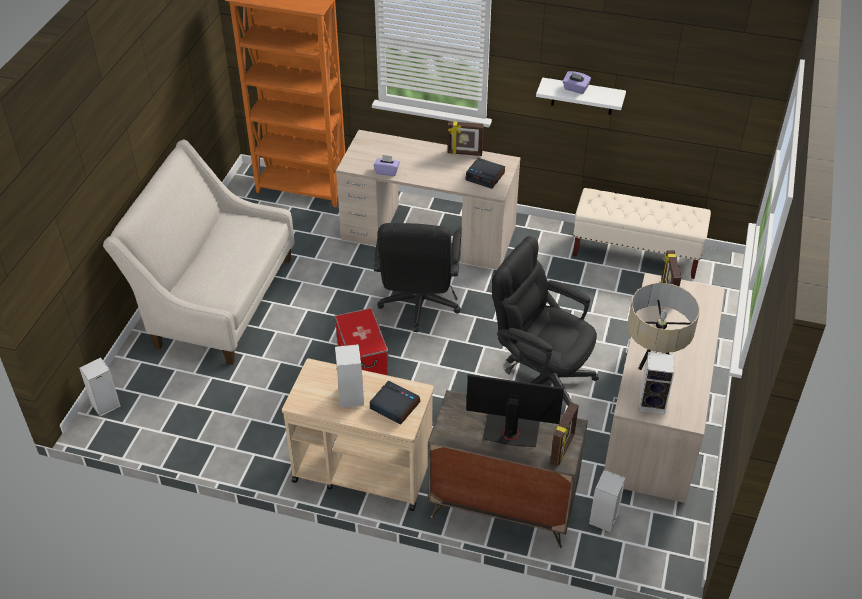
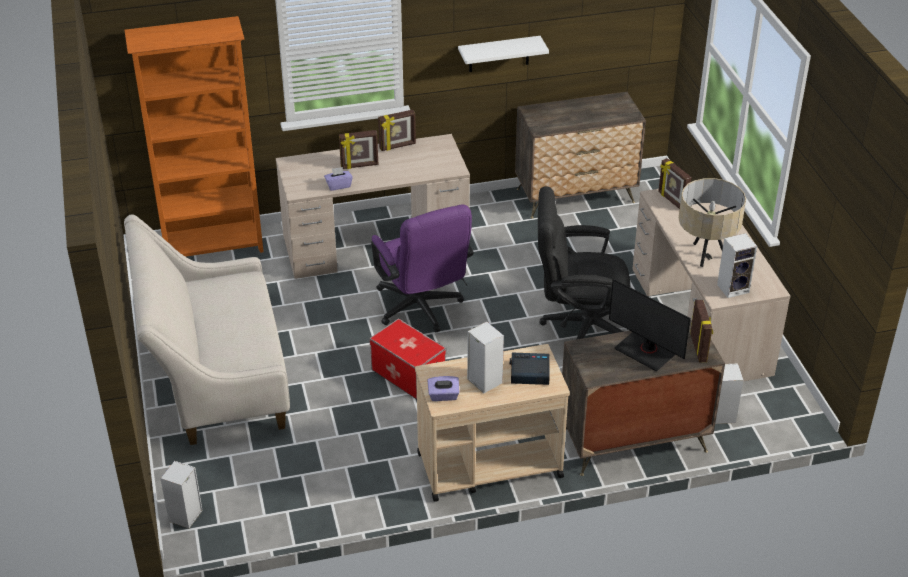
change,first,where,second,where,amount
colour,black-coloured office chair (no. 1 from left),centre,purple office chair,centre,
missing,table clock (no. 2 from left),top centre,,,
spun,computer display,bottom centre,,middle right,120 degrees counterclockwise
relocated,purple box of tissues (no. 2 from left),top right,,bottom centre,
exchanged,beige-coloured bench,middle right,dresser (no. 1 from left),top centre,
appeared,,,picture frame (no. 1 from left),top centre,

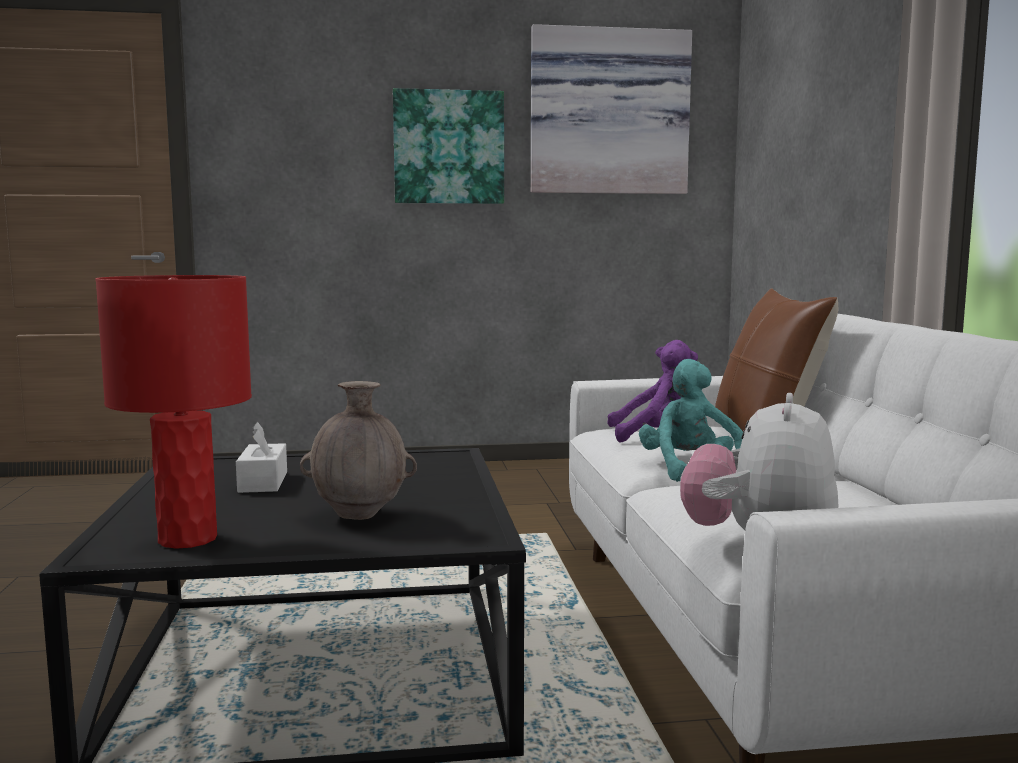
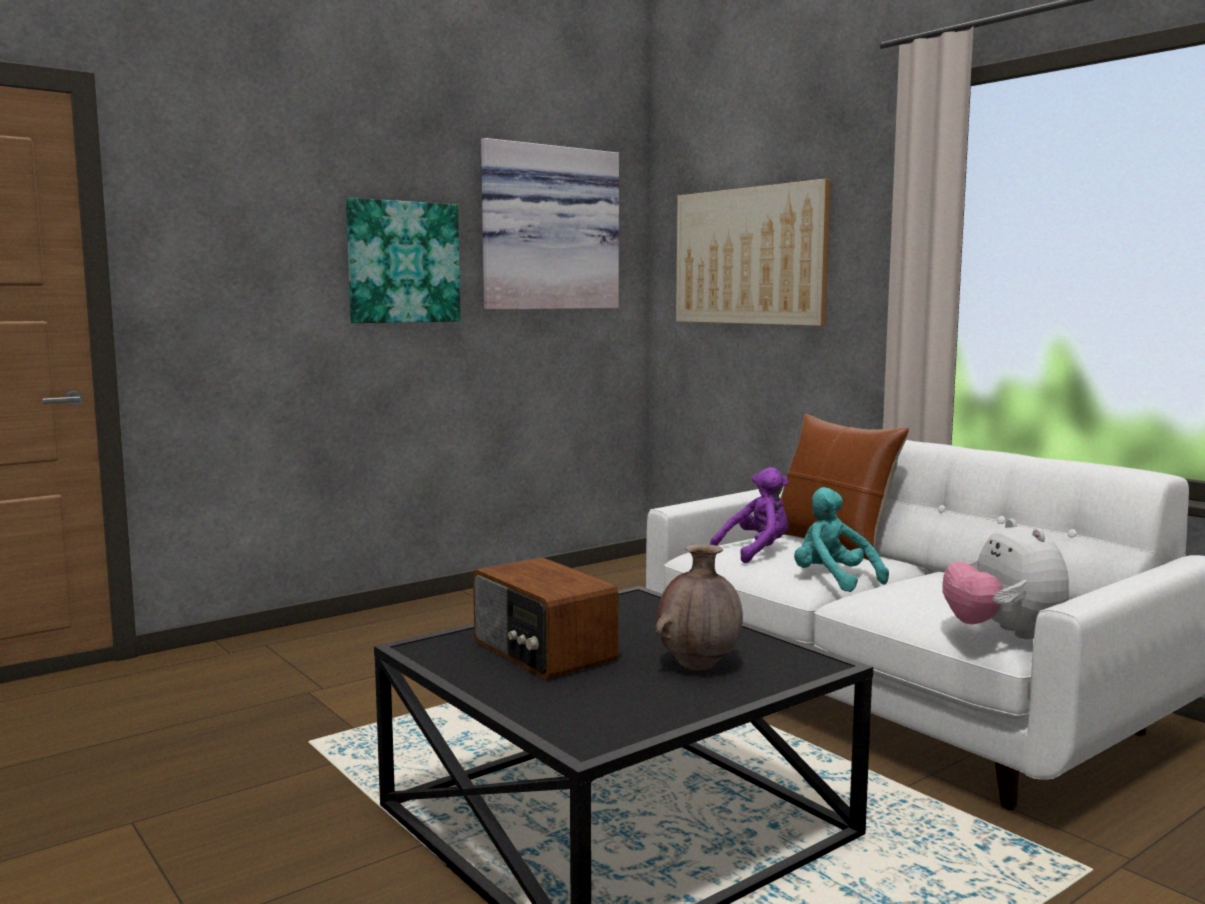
change,first,where,second,where,amount
missing,red lamp for a table,middle left,,,
exchanged,white box of tissues,middle left,radio,bottom centre,
appeared,,,picture (no. 3 from left),top centre,

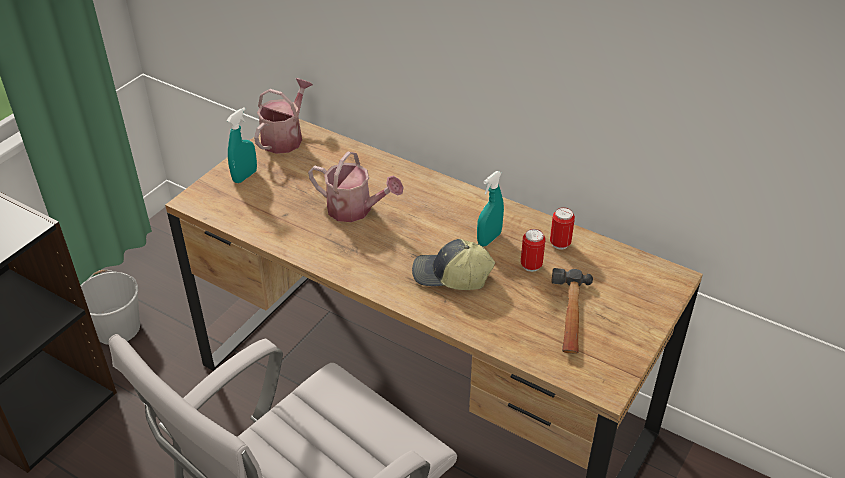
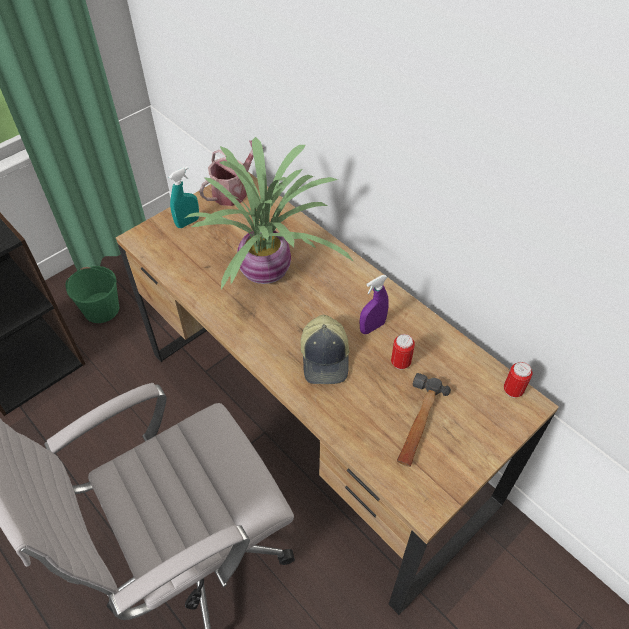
change,first,where,second,where,amount
colour,white pail,middle left,greenish pail,middle left,
exchanged,watering pot (no. 2 from left),centre,plant in a pot,centre,
spun,baseball cap,centre,,centre,120 degrees counterclockwise
colour,turquoise-coloured hand sprayer (no. 2 from left),centre,purple hand sprayer,centre,
relocated,sealed can (no. 2 from left),centre,,middle right,

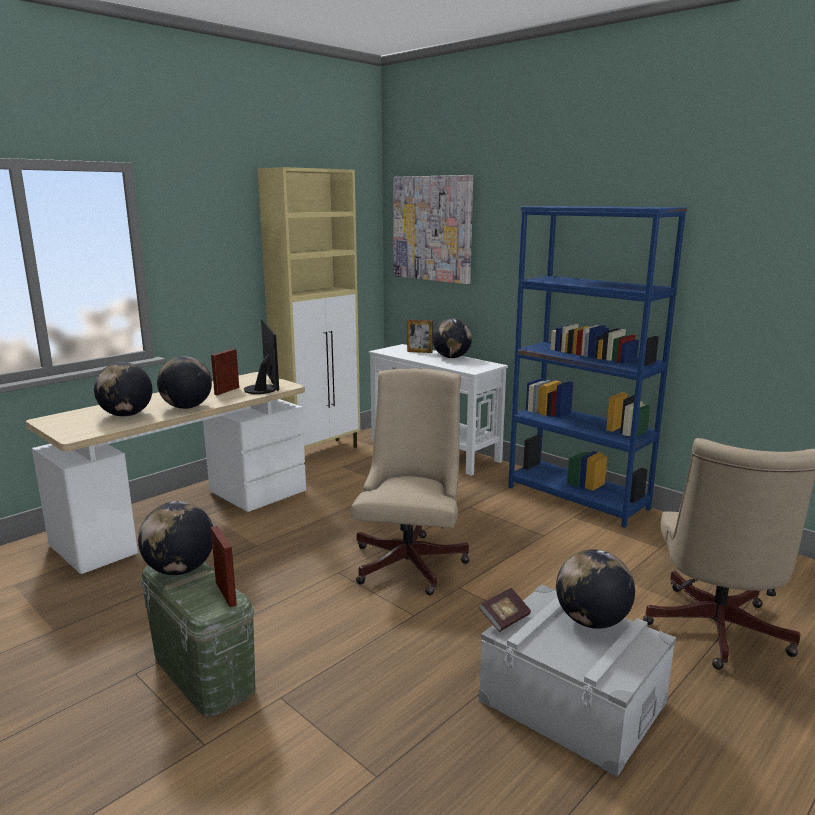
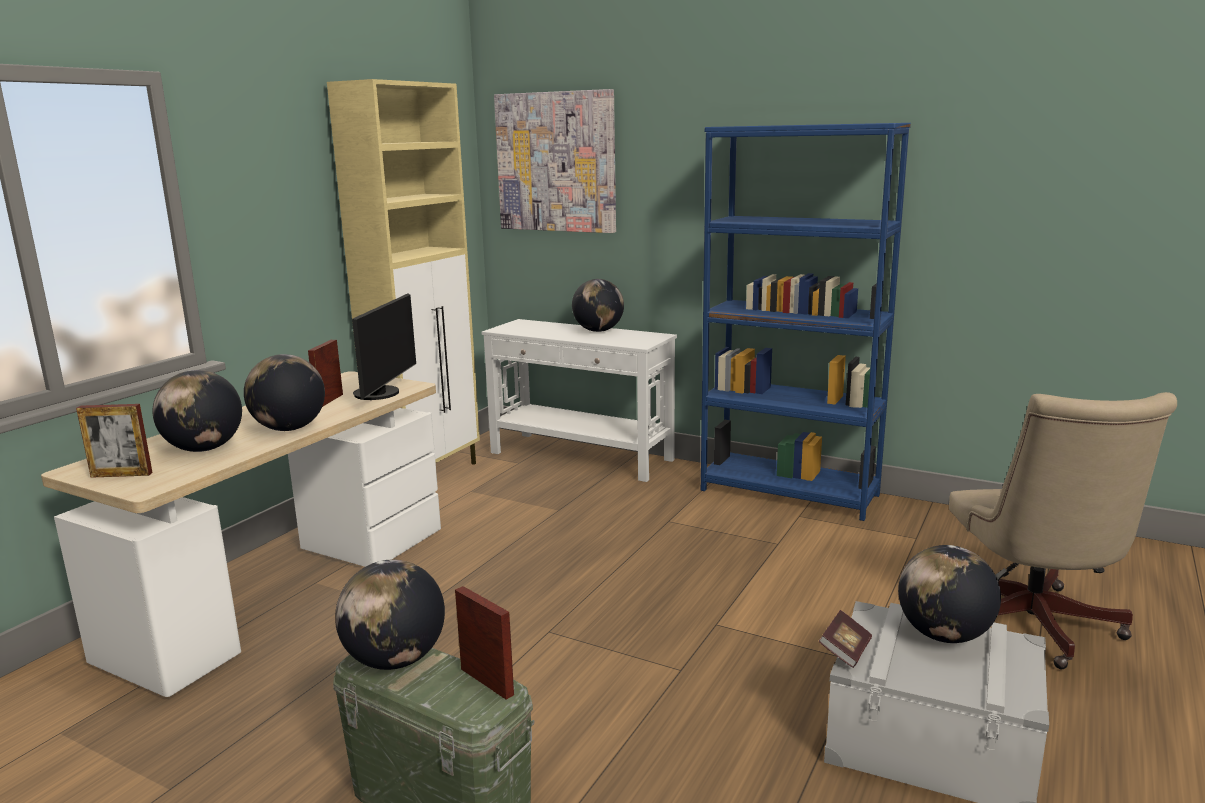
change,first,where,second,where,amount
spun,computer display,middle left,,middle left,45 degrees clockwise
missing,beige-coloured office chair (no. 1 from left),centre,,,
relocated,picture frame (no. 3 from left in the first image),centre,picture frame (no. 1 from left),middle left,

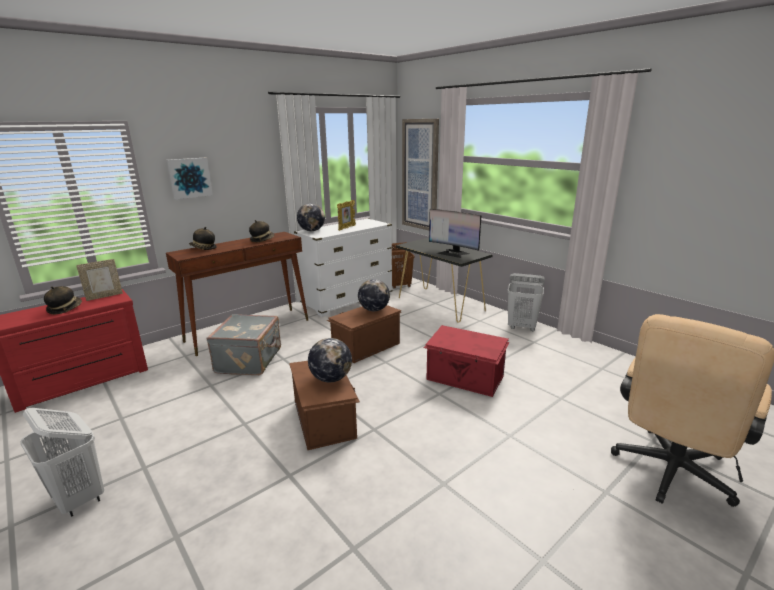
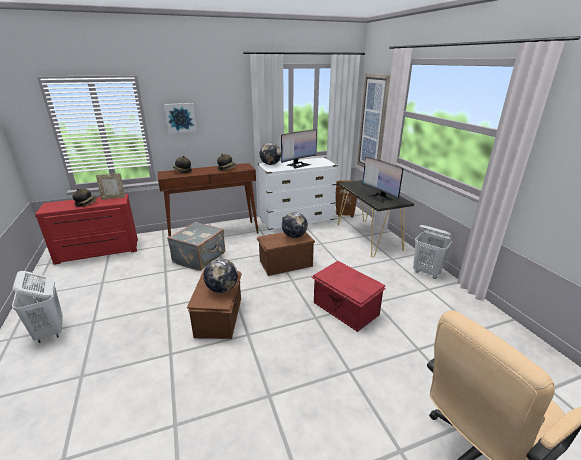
change,first,where,second,where,amount
exchanged,picture frame (no. 2 from left),centre,computer display (no. 1 from left),top centre,

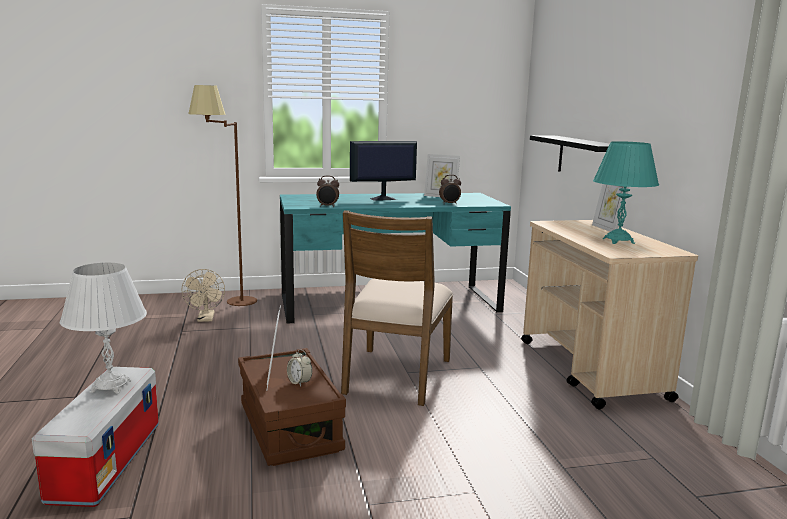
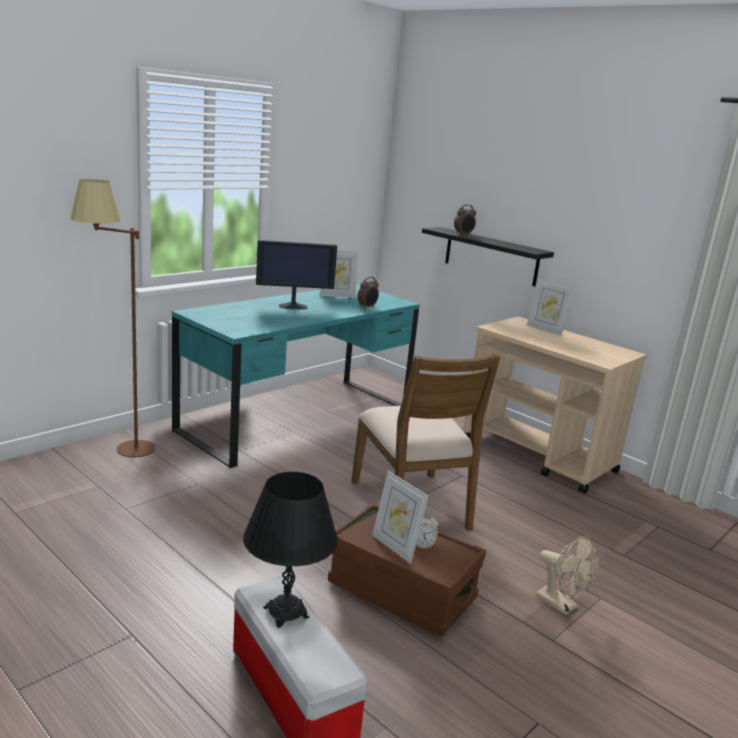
change,first,where,second,where,amount
colour,white lamp for a table,middle left,black-coloured lamp for a table,bottom centre,
relocated,beige-coloured fan,middle left,,bottom right,
relocated,table clock (no. 2 from left in the first image),centre,table clock (no. 3 from left),top centre,
spun,computer display,top centre,,centre,135 degrees counterclockwise
missing,turquoise-coloured lamp for a table,middle right,,,

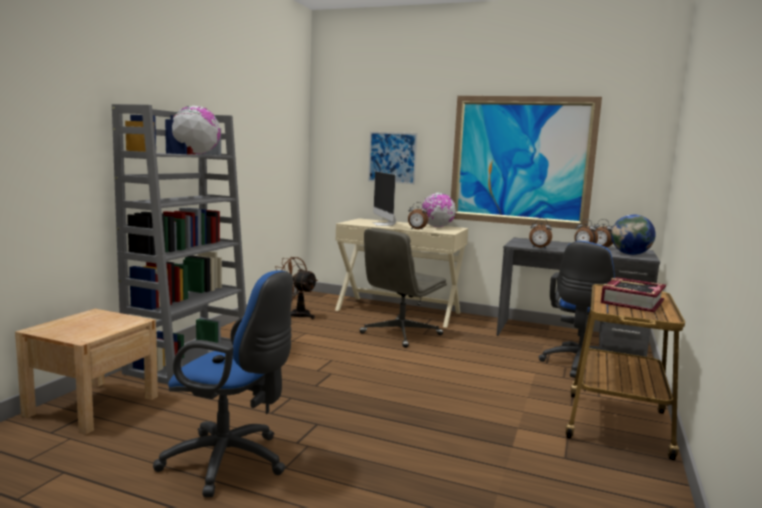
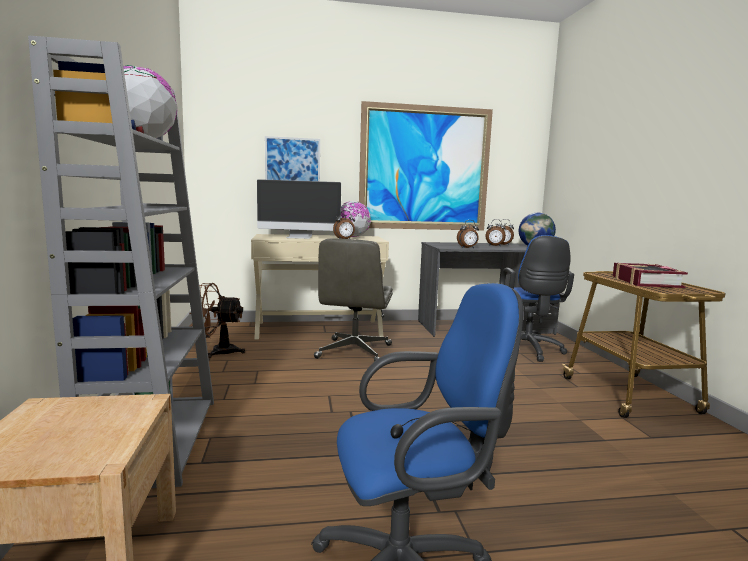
change,first,where,second,where,amount
spun,computer display,centre,,centre,45 degrees counterclockwise

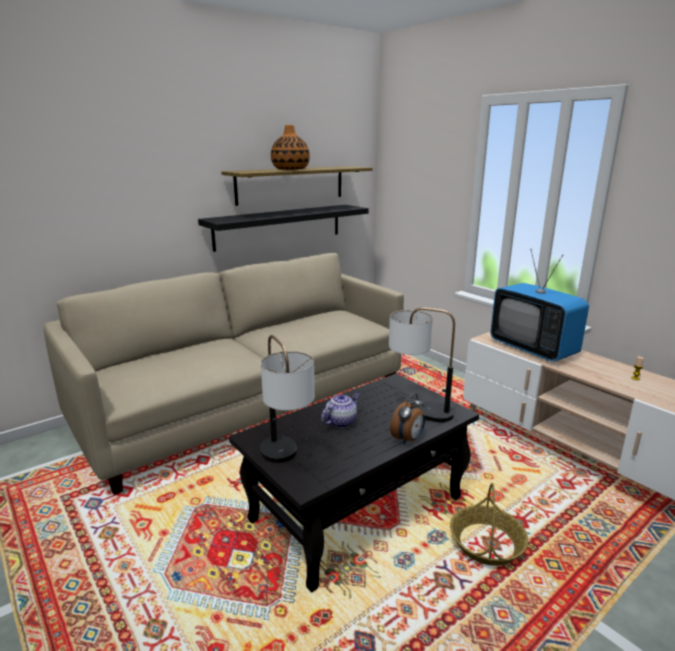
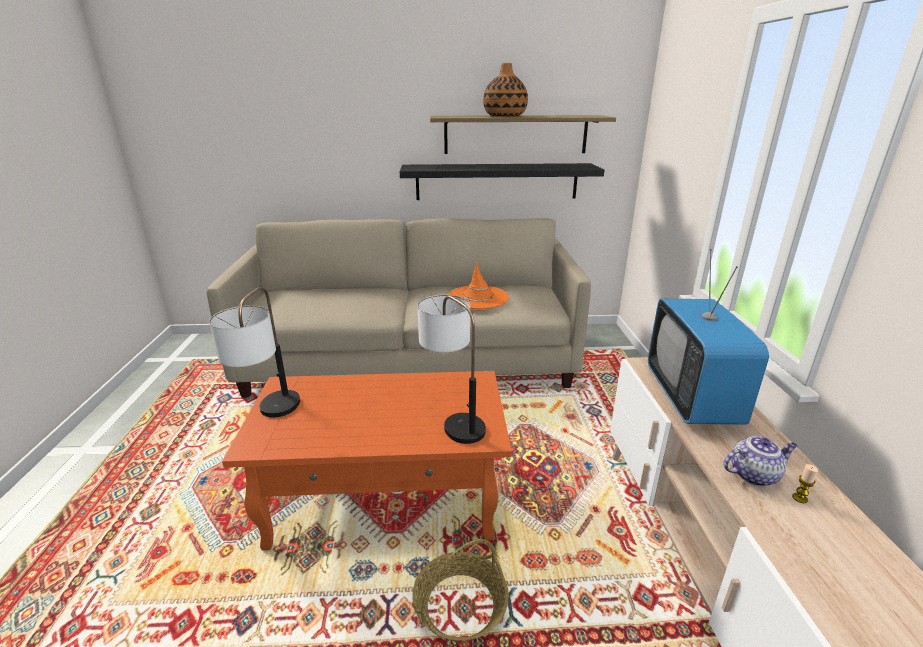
change,first,where,second,where,amount
colour,black-coloured low table,bottom centre,orangey low table,bottom centre,
relocated,tea pot,centre,,bottom right,
missing,table clock,centre,,,
appeared,,,orangey clothing hat,centre,

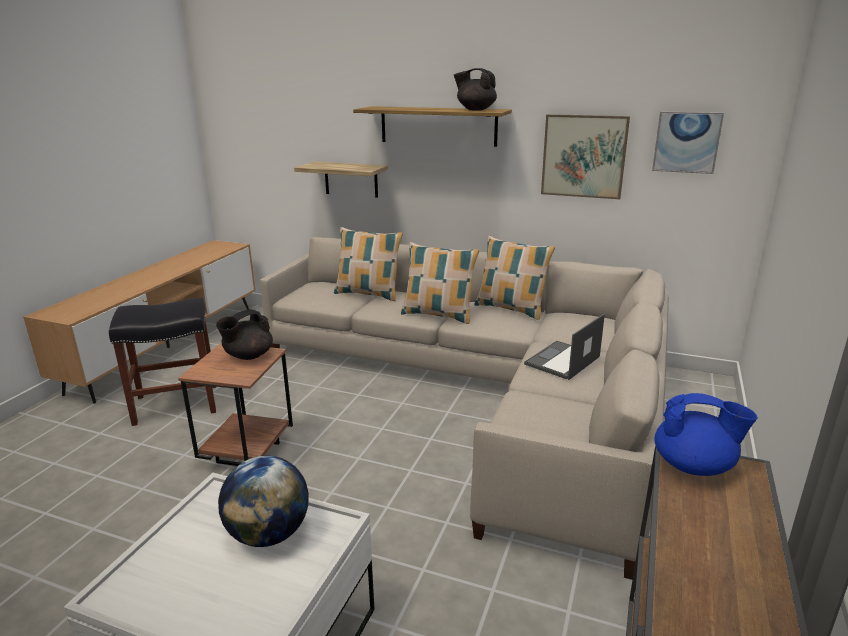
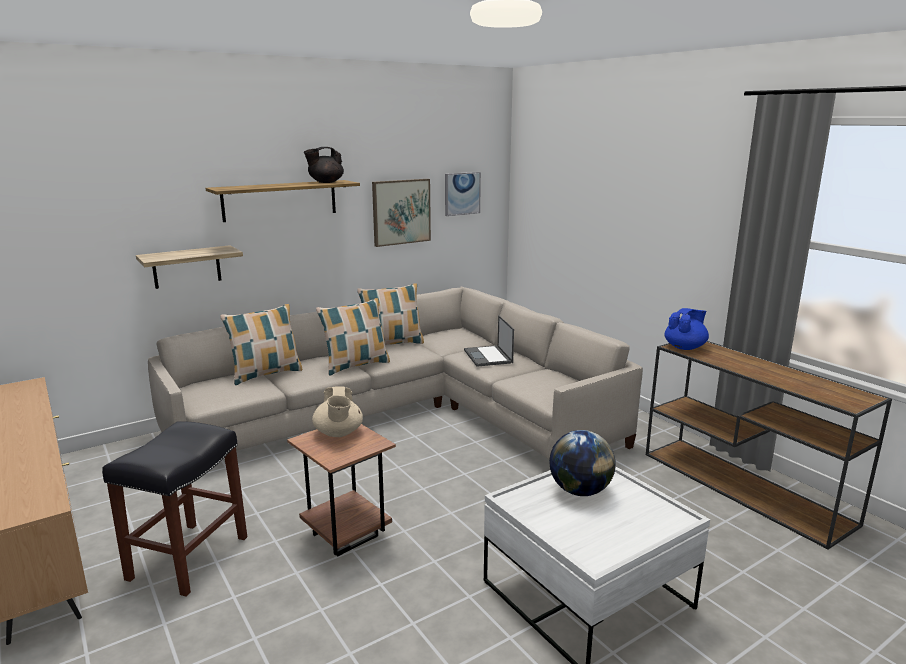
change,first,where,second,where,amount
colour,black-coloured tea pot (no. 1 from left),middle left,beige-coloured tea pot,centre,

